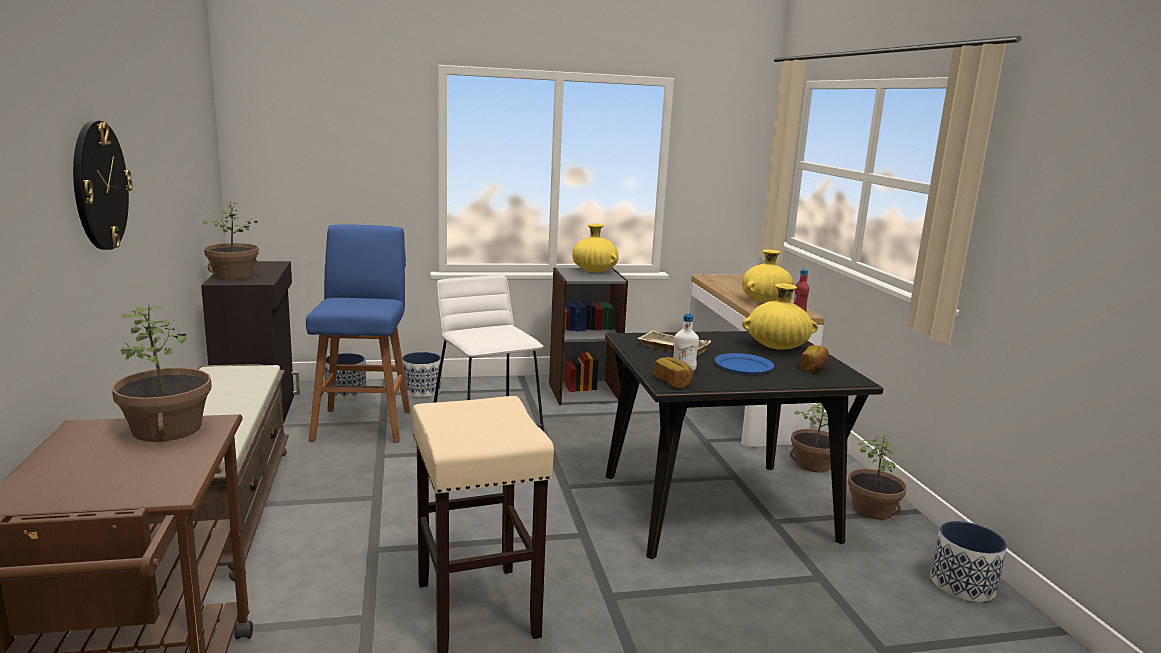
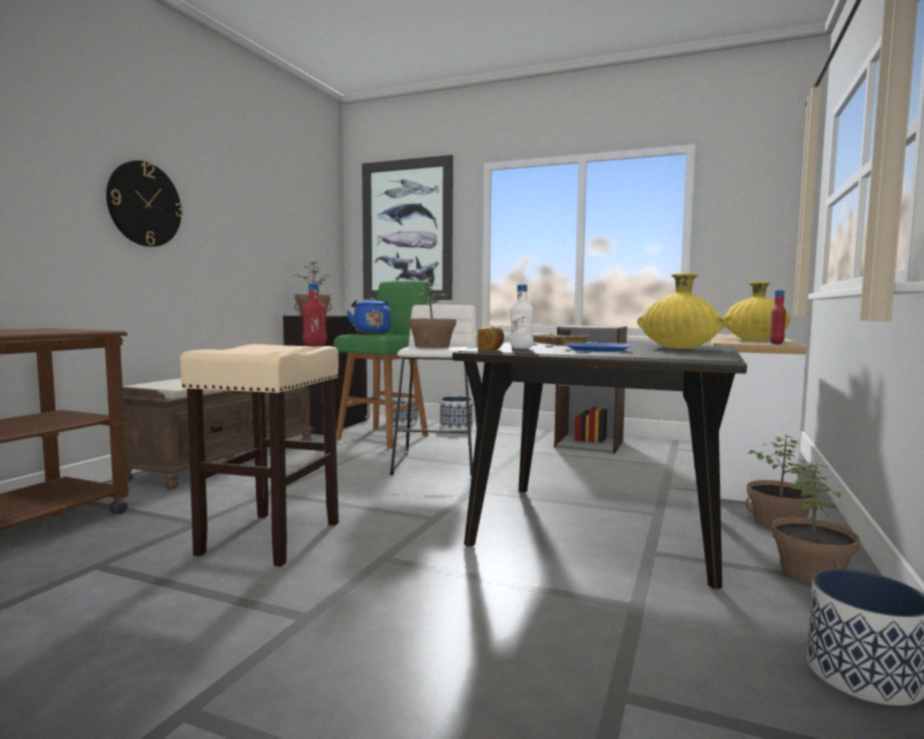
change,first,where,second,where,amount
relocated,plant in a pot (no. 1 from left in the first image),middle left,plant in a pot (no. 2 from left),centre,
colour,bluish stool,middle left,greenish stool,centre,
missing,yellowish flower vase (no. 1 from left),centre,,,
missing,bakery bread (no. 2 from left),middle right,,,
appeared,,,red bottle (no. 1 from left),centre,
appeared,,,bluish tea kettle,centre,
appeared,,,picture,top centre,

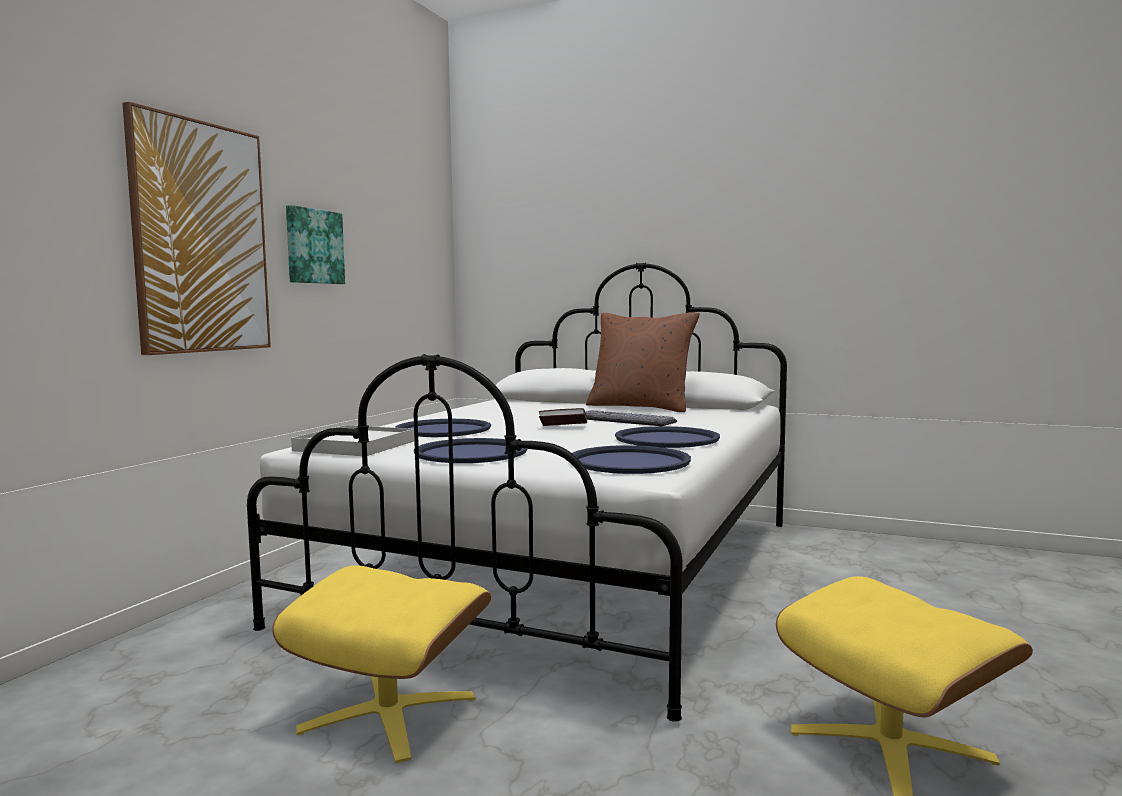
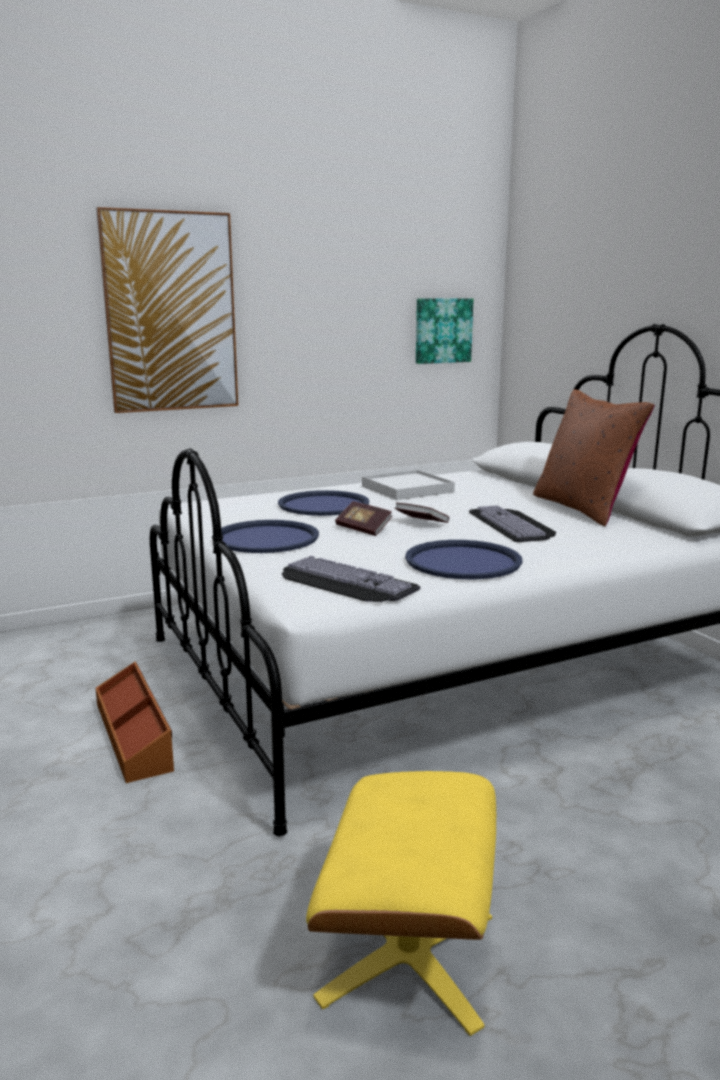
change,first,where,second,where,amount
exchanged,yellowish ottoman (no. 1 from left),bottom centre,brown-coloured storage bin,bottom left,
relocated,picture (no. 2 from left),top left,,top centre,
relocated,white serving tray,middle left,,centre,
exchanged,bluish serving tray (no. 3 from left),centre,keyboard (no. 1 from left),centre,
appeared,,,volume (no. 1 from left),centre,

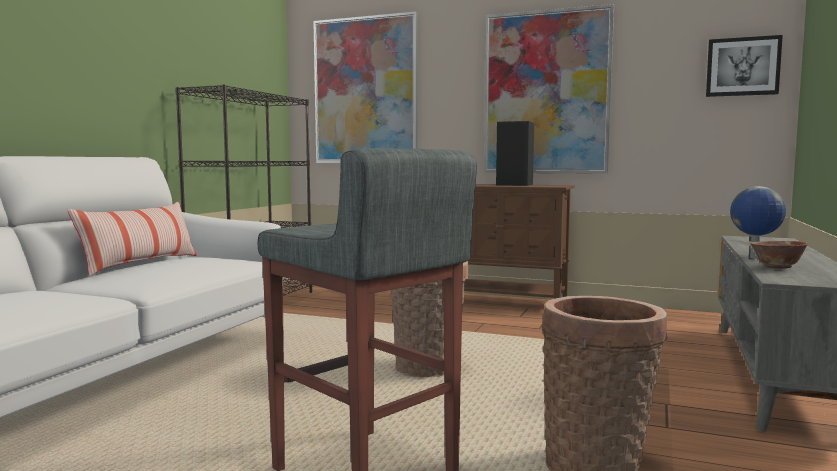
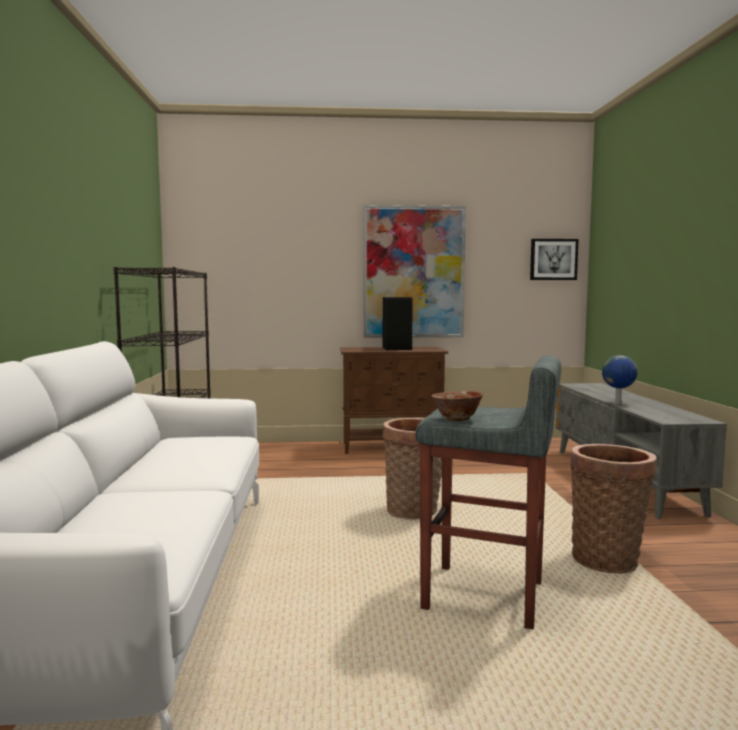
change,first,where,second,where,amount
missing,pillow,middle left,,,
missing,picture (no. 1 from left),top centre,,,
relocated,deep dish,middle right,,centre,

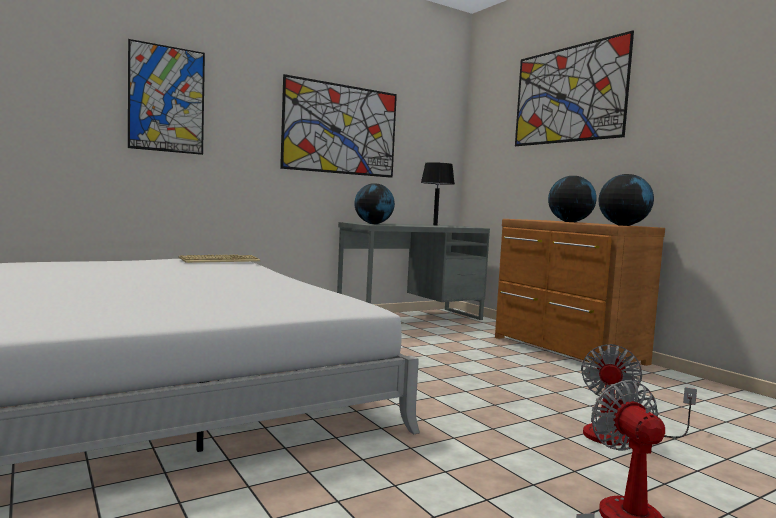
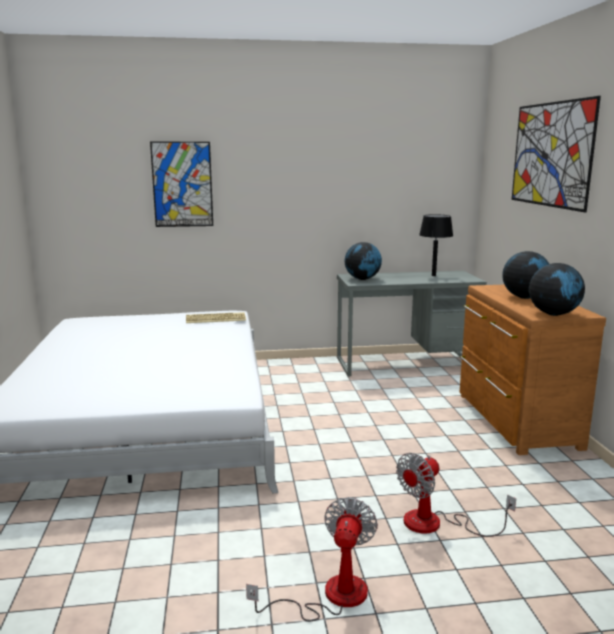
change,first,where,second,where,amount
missing,picture (no. 2 from left),top centre,,,

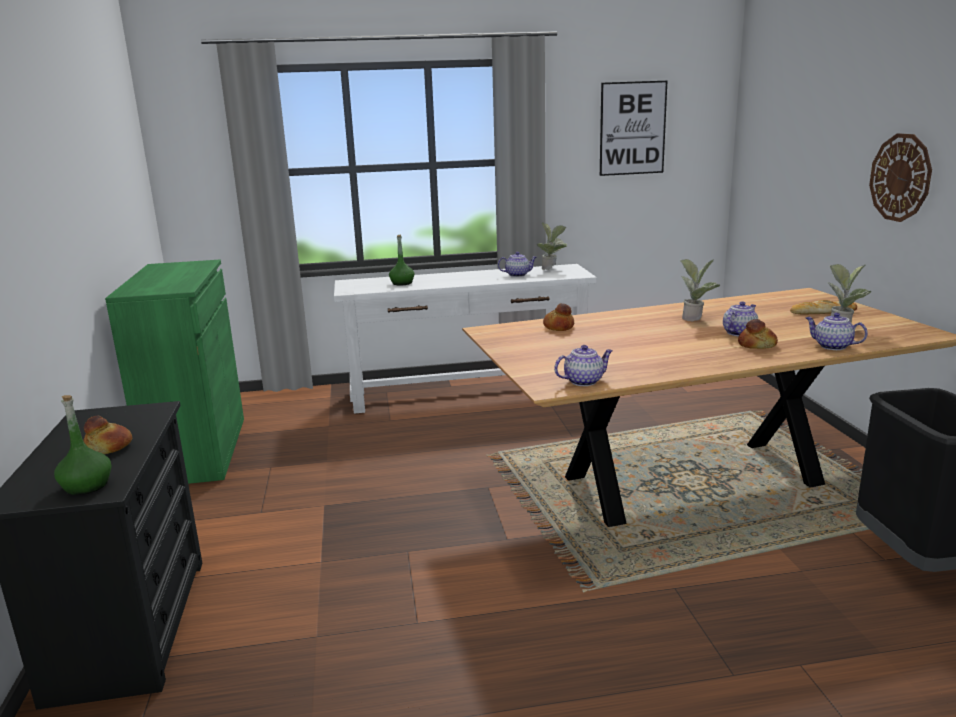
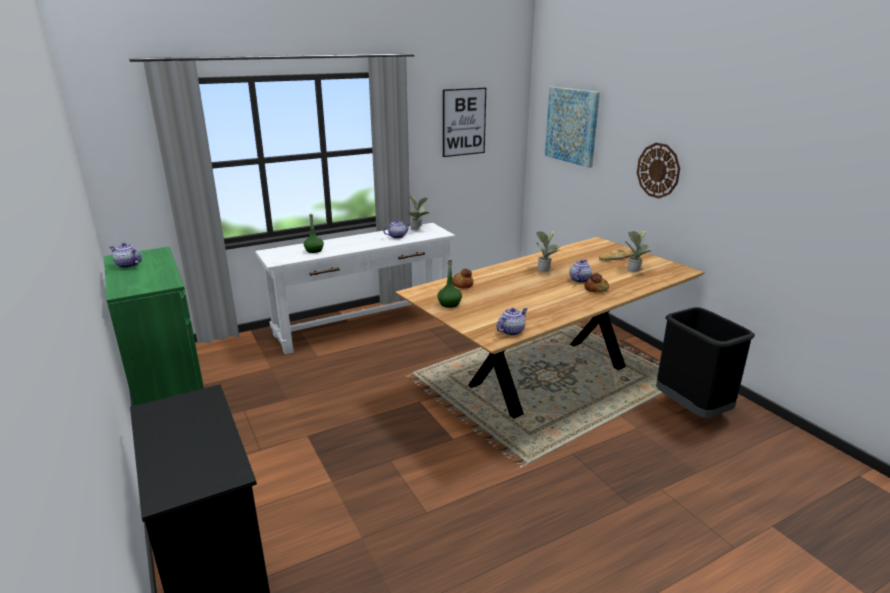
change,first,where,second,where,amount
relocated,greenish bottle (no. 1 from left in the first image),middle left,greenish bottle (no. 2 from left),centre,
missing,bakery bread (no. 1 from left),middle left,,,
relocated,tea pot (no. 4 from left in the first image),middle right,tea pot (no. 1 from left),middle left,
appeared,,,picture (no. 2 from left),top centre,

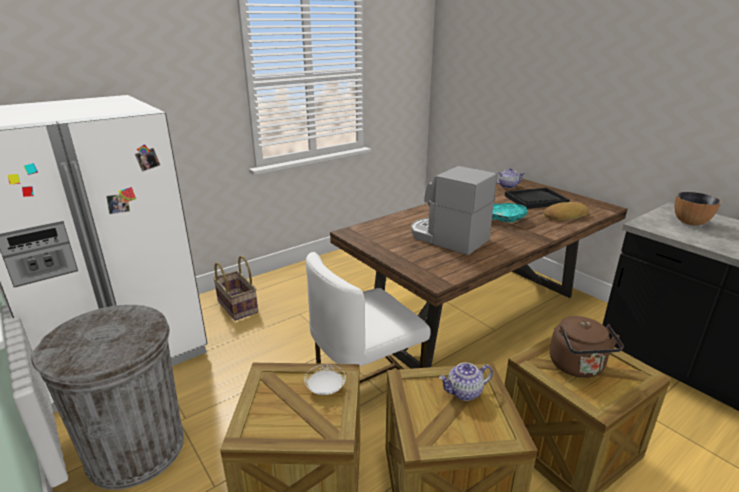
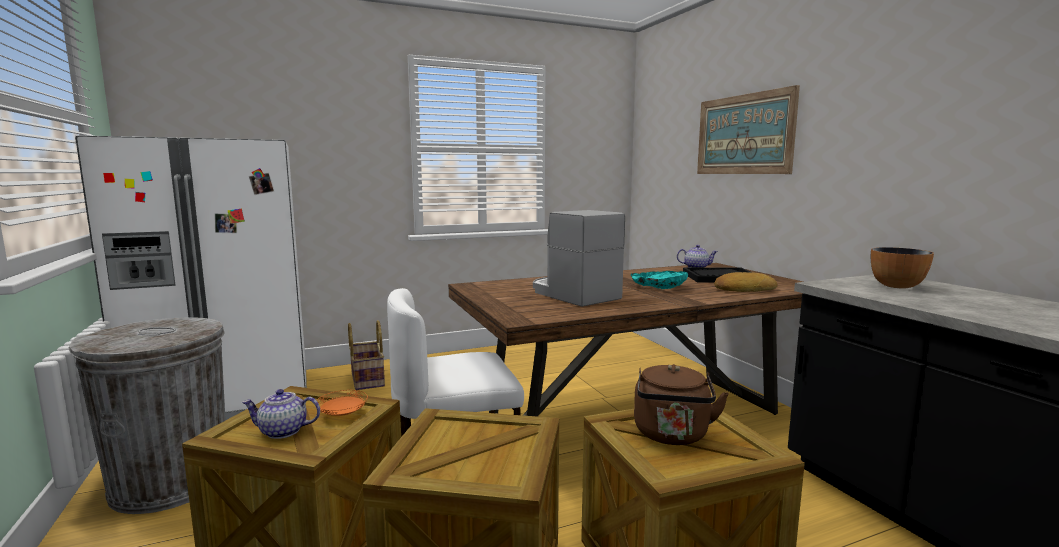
change,first,where,second,where,amount
colour,white plate,bottom centre,orangey plate,bottom left,
relocated,tea pot (no. 1 from left),bottom centre,,bottom left,
appeared,,,picture,top right,

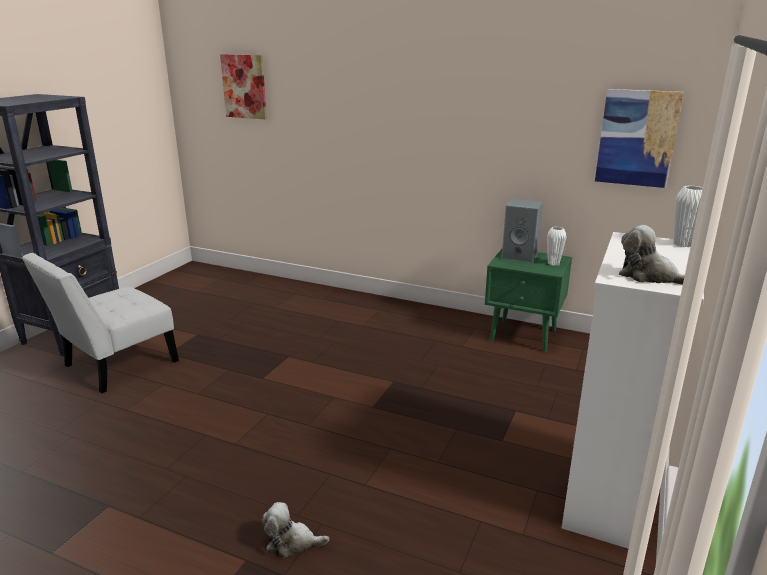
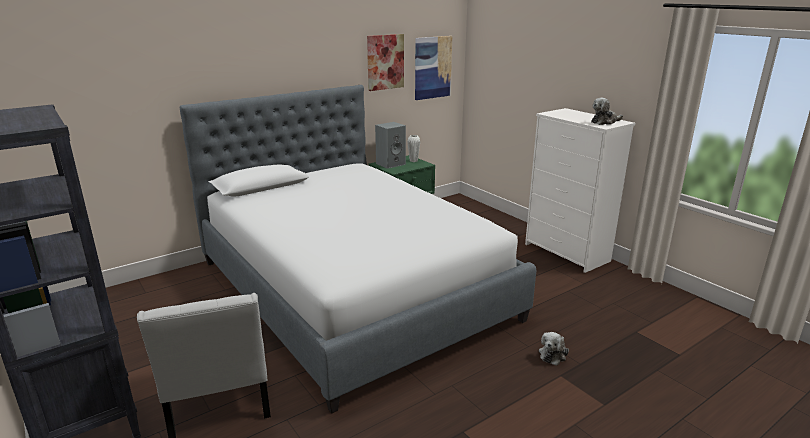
change,first,where,second,where,amount
relocated,picture (no. 1 from left),top left,,top centre,
missing,white flower vase (no. 2 from left),middle right,,,
appeared,,,sleeping bed,centre,

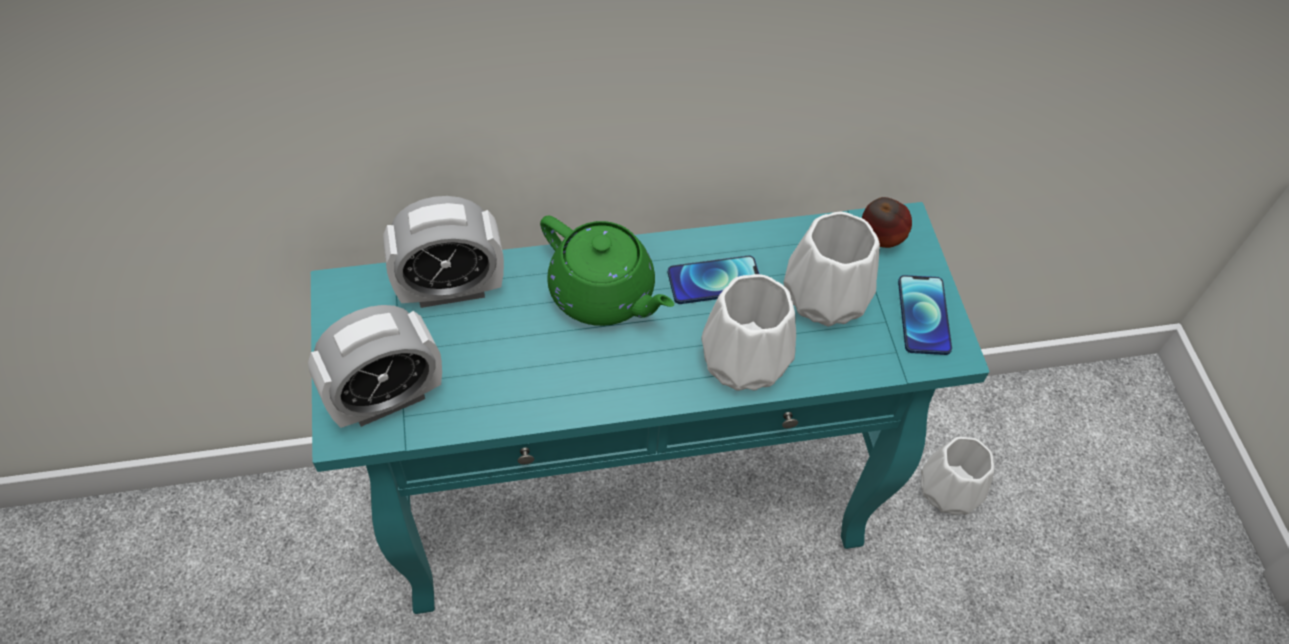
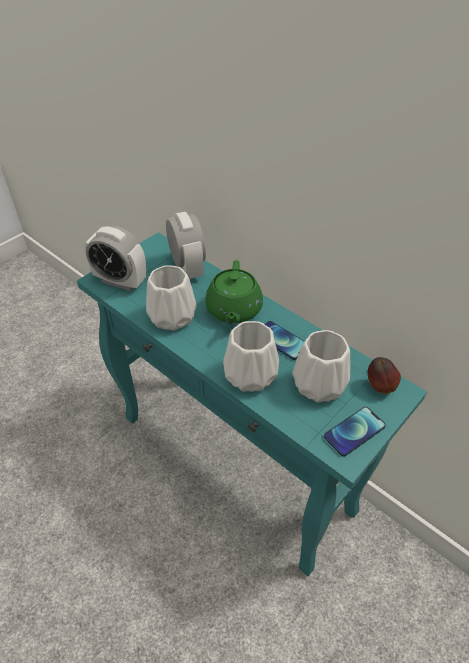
change,first,where,second,where,amount
spun,table clock (no. 2 from left),centre,,centre,150 degrees counterclockwise
relocated,white flower vase (no. 3 from left in the first image),bottom right,white flower vase (no. 1 from left),centre,

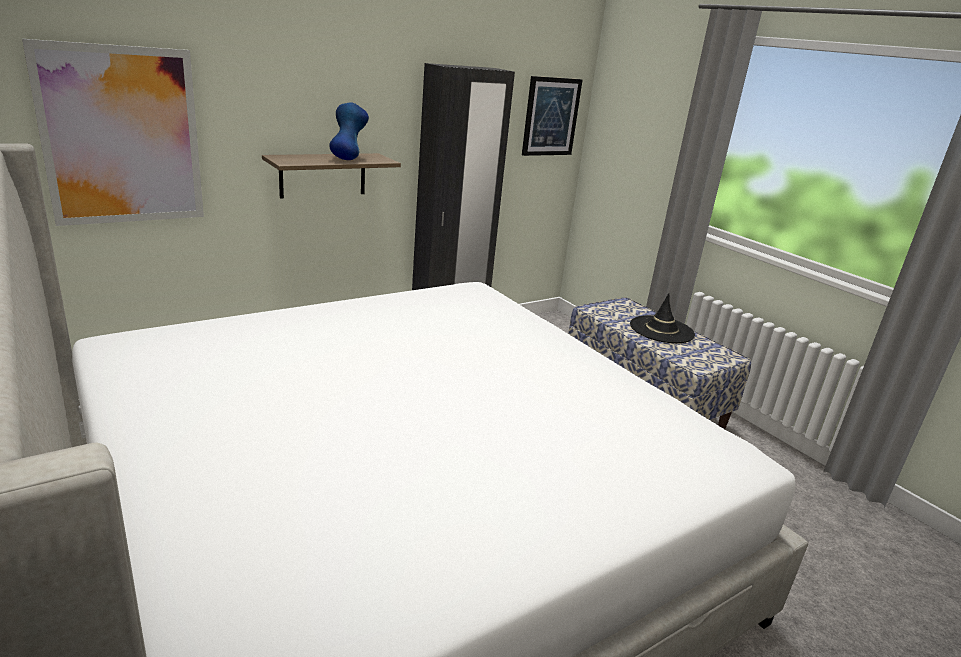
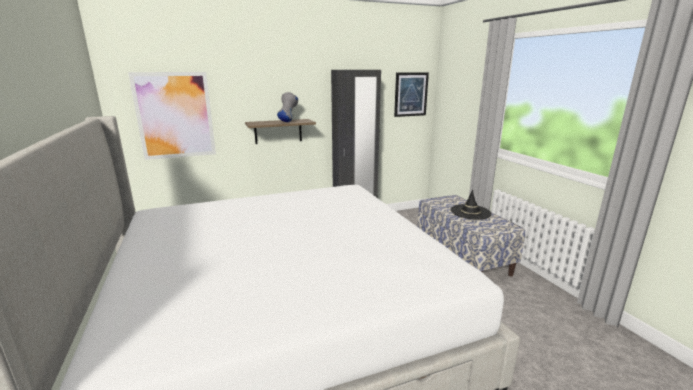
change,first,where,second,where,amount
colour,bluish flower vase,top centre,grey flower vase,top centre,

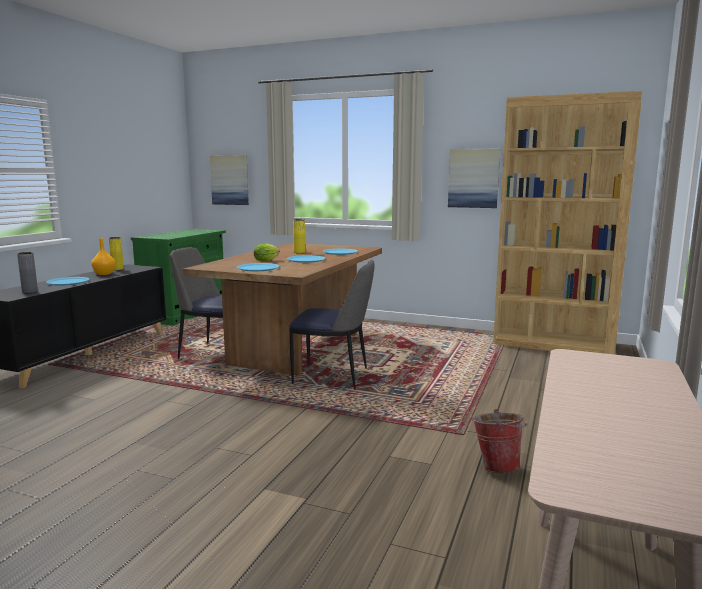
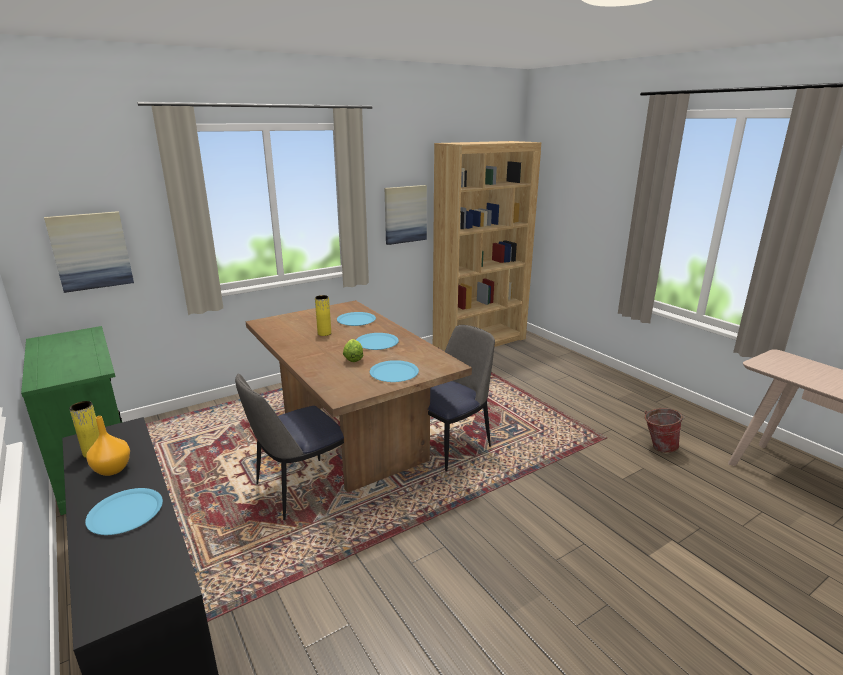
change,first,where,second,where,amount
missing,grey flower vase,middle left,,,

